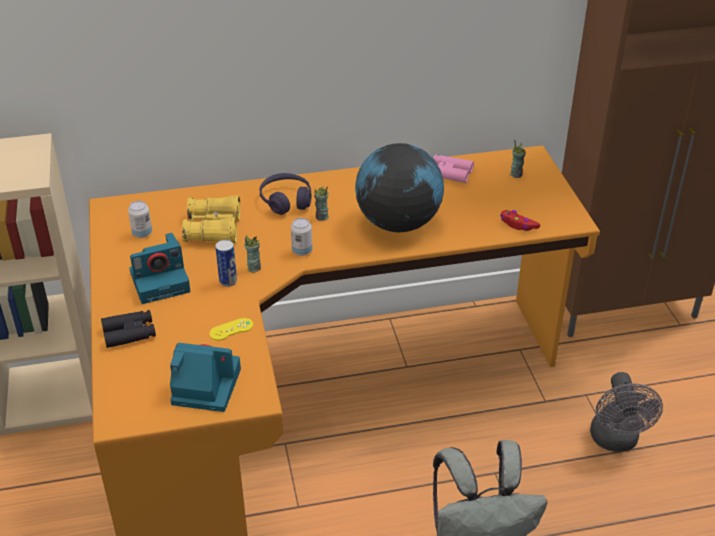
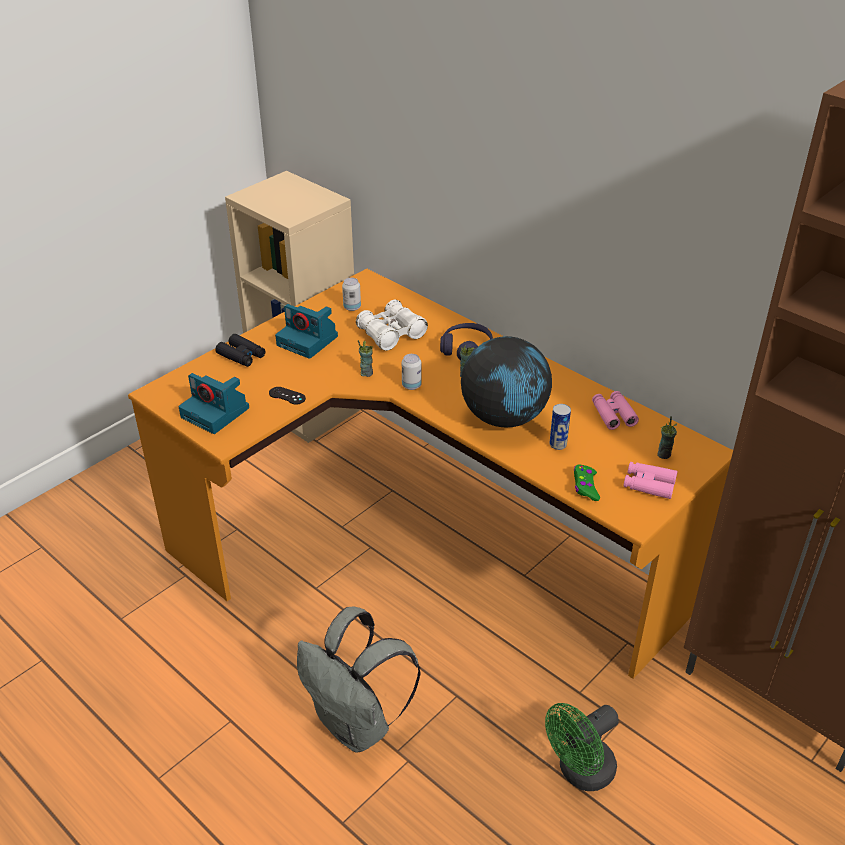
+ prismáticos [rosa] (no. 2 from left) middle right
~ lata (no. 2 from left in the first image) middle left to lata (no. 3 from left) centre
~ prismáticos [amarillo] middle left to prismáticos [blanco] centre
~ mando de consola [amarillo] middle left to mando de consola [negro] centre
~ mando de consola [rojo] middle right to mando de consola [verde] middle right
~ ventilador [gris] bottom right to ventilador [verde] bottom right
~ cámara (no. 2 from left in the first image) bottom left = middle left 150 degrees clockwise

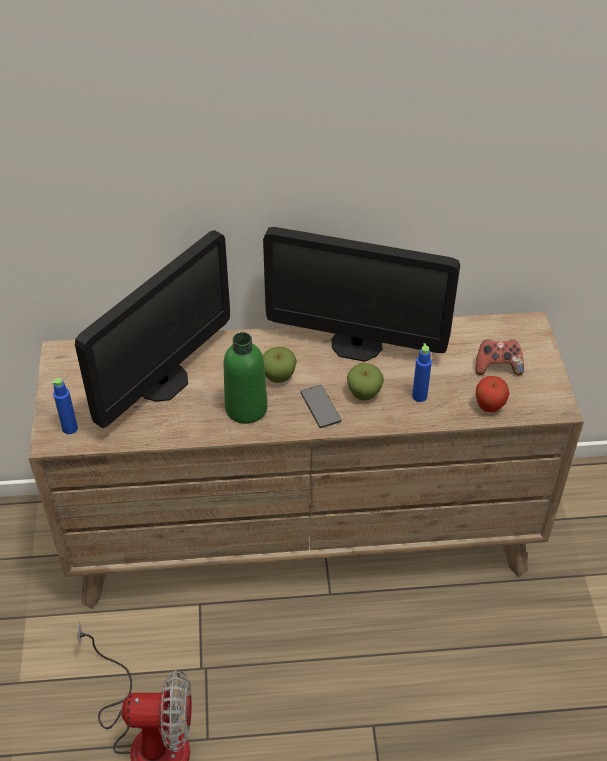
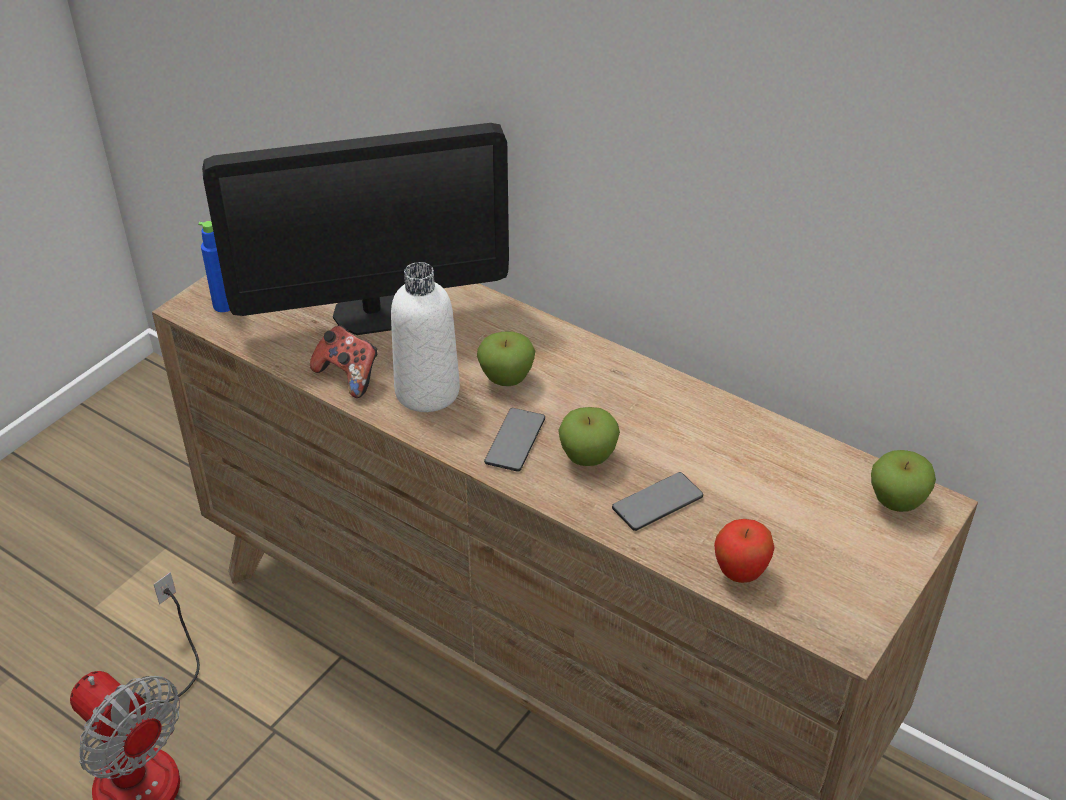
- monitor (no. 2 from left) centre
+ manzana (no. 4 from left) middle right
~ mando de consola middle right to middle left
~ botella [azul] (no. 2 from left) middle right to móvil (no. 2 from left) centre
~ botella [verde] centre to botella [blanco] centre

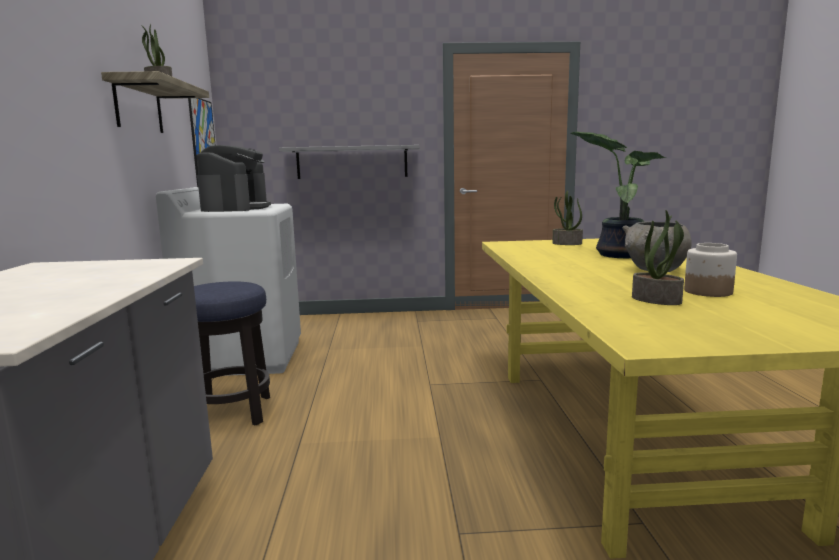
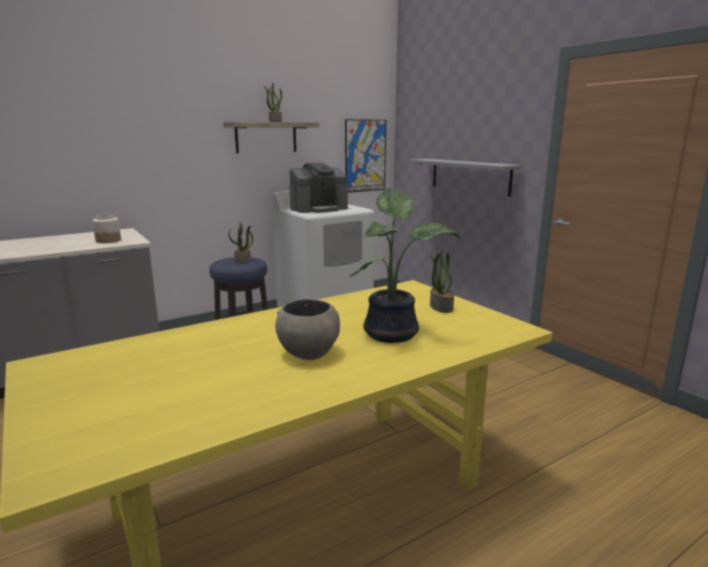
~ planta en maceta (no. 4 from left in the first image) middle right to planta en maceta (no. 1 from left) centre
~ tarro middle right to middle left

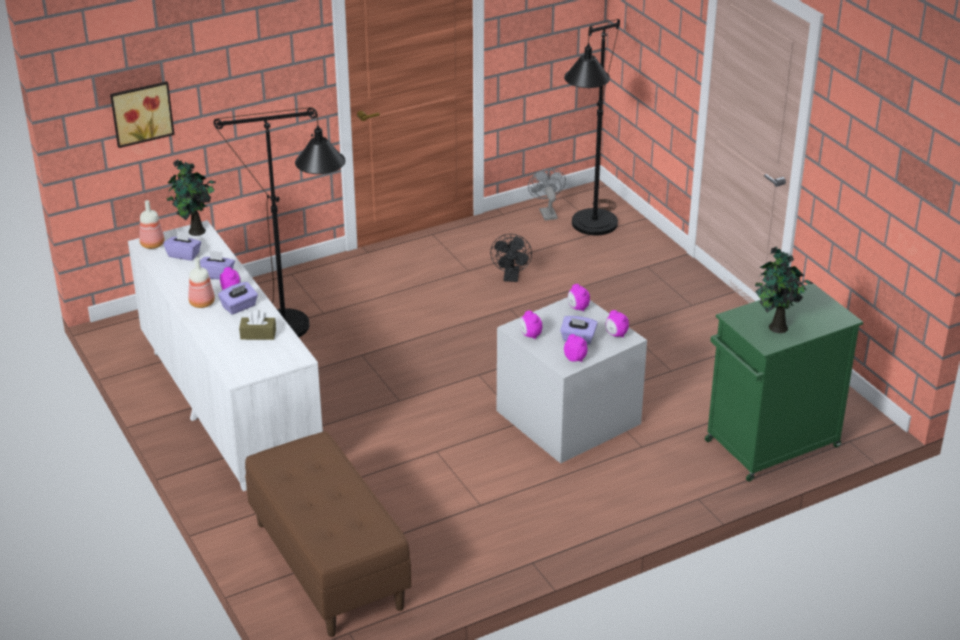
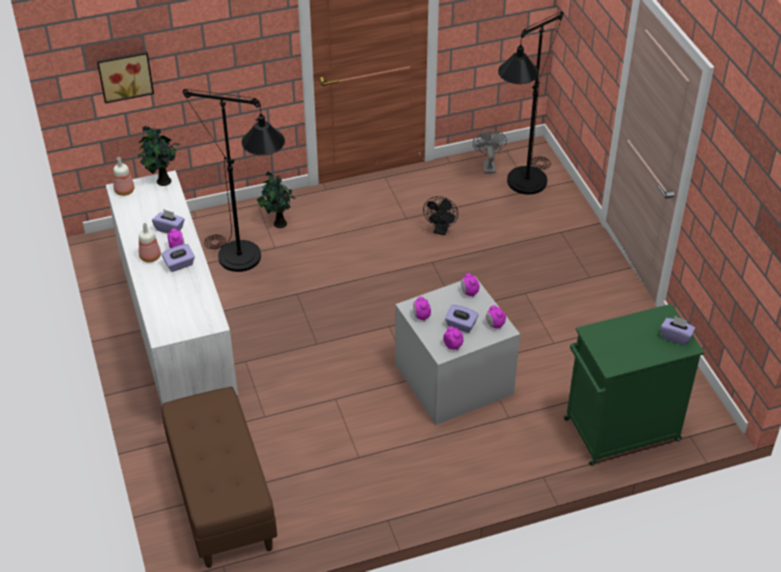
- caja de pañuelos [marrón] middle left
~ caja de pañuelos [morado] (no. 1 from left in the first image) middle left to caja de pañuelos [morado] (no. 4 from left) middle right
~ planta en maceta (no. 2 from left) middle right to centre

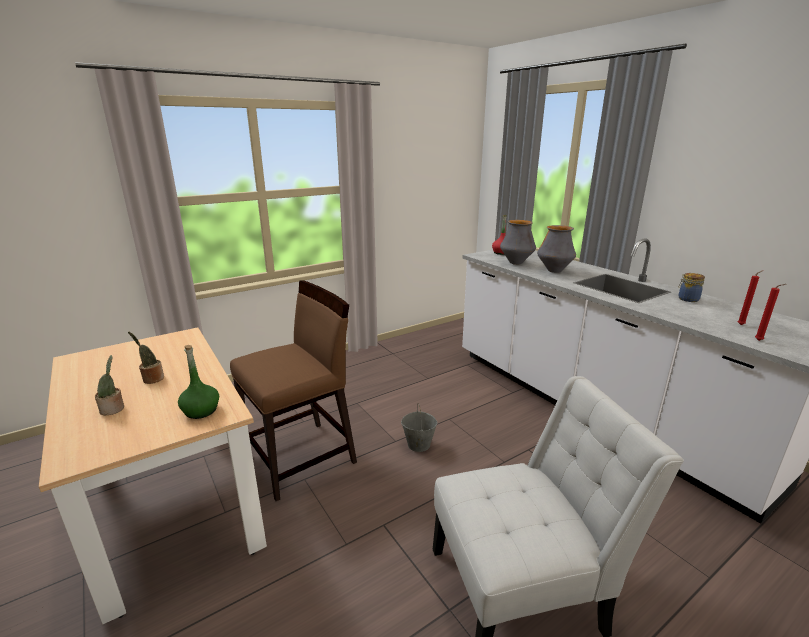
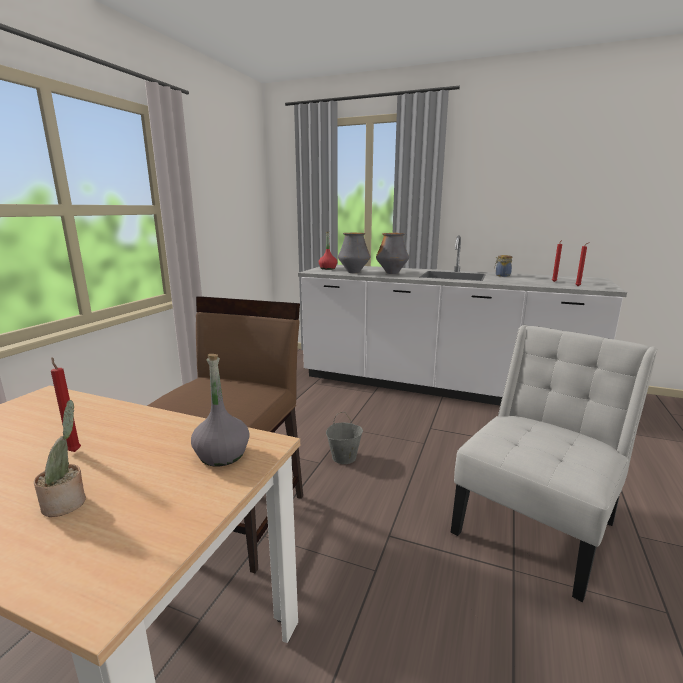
~ planta en maceta (no. 2 from left) middle left to vela [rojo] (no. 1 from left) middle left
~ botella [verde] middle left to botella [gris] middle left

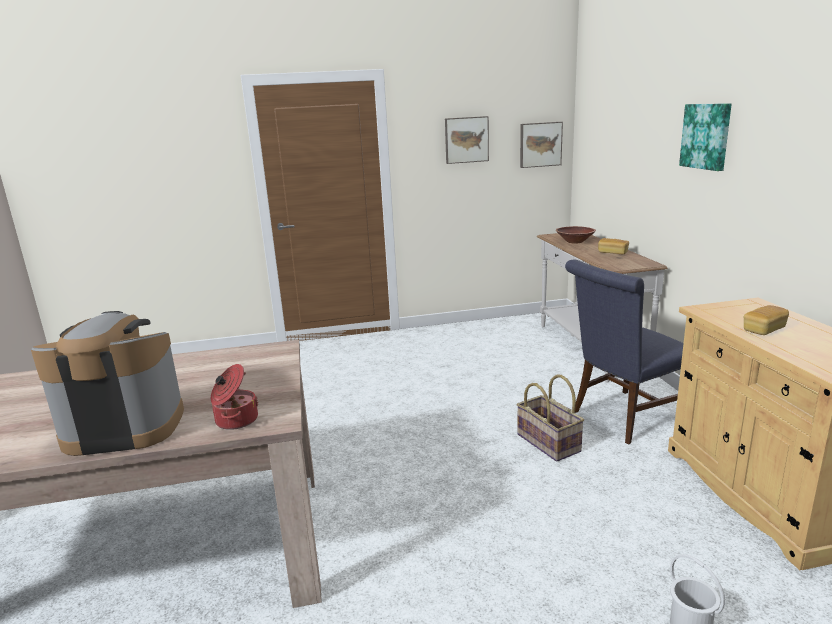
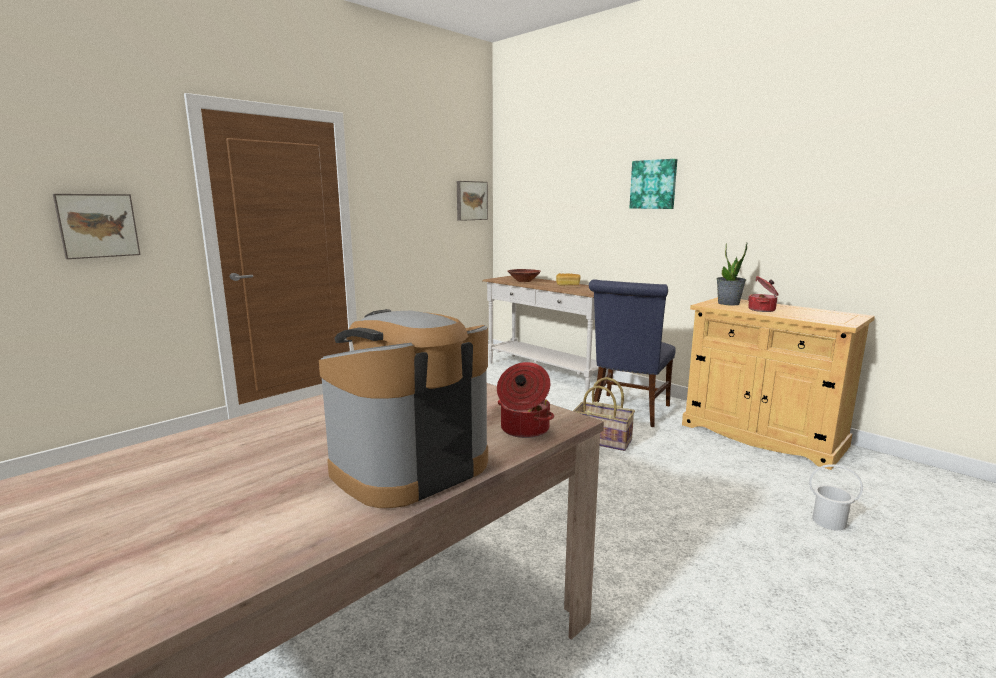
+ planta en maceta middle right
~ cuadro (no. 1 from left) top centre to middle left
~ pan (no. 2 from left) middle right to olla (no. 2 from left) middle right

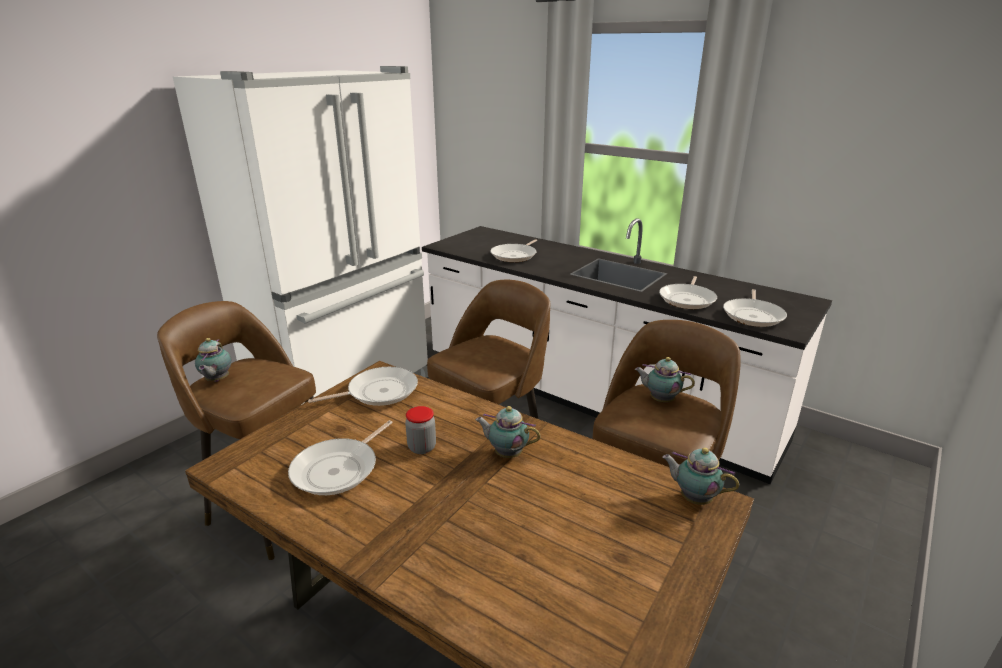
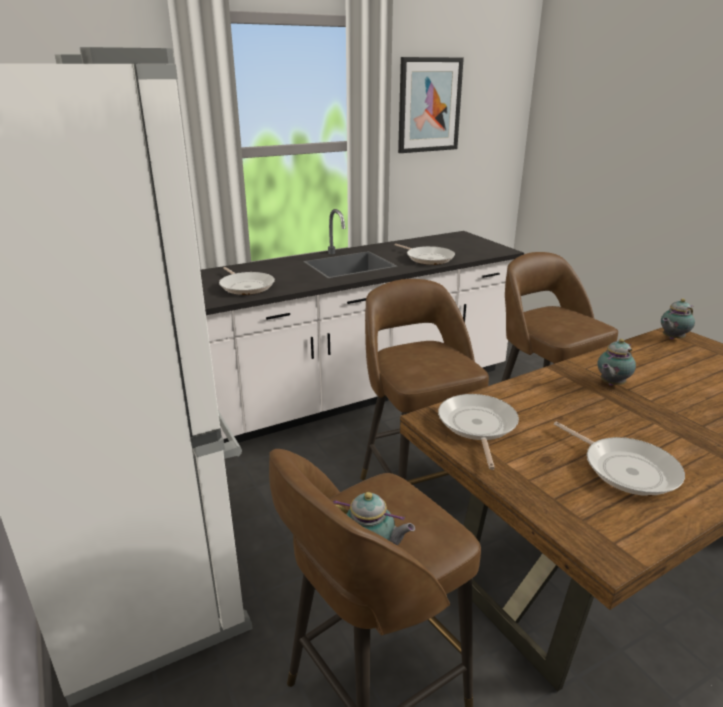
- tarro centre
- tetera (no. 3 from left) centre
- sartén (no. 5 from left) middle right
+ cuadro top centre

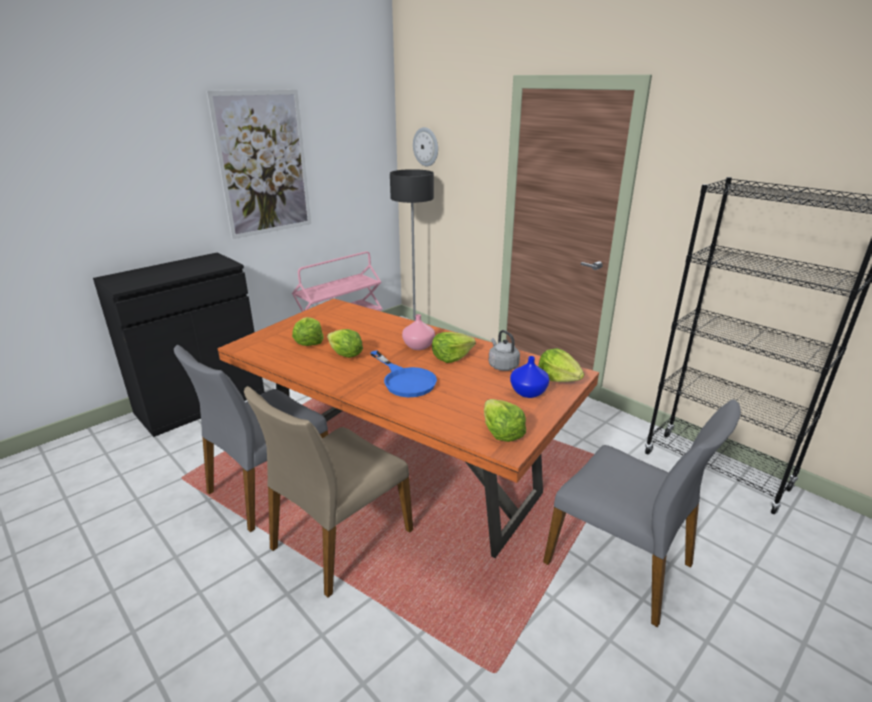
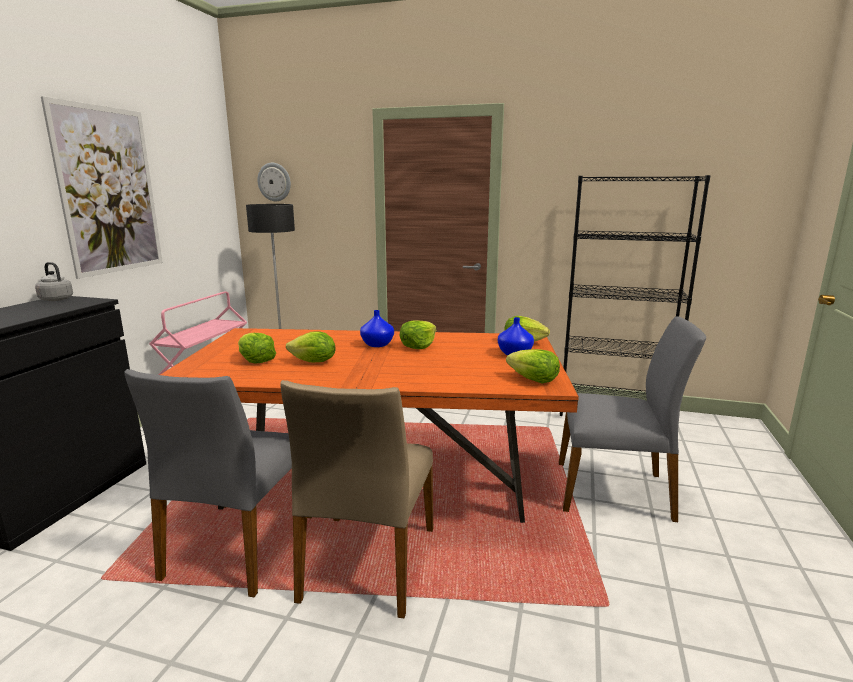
- sartén [azul] centre
~ hervidor [gris] centre to middle left
~ florero [rosa] centre to florero [azul] (no. 1 from left) centre

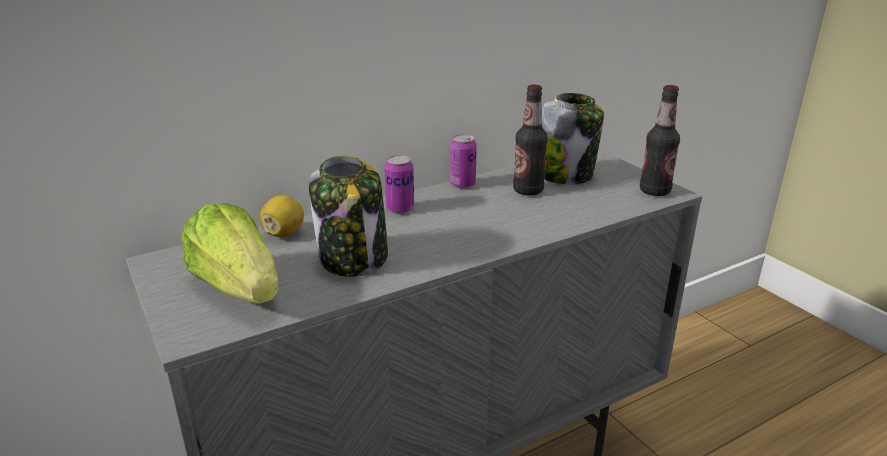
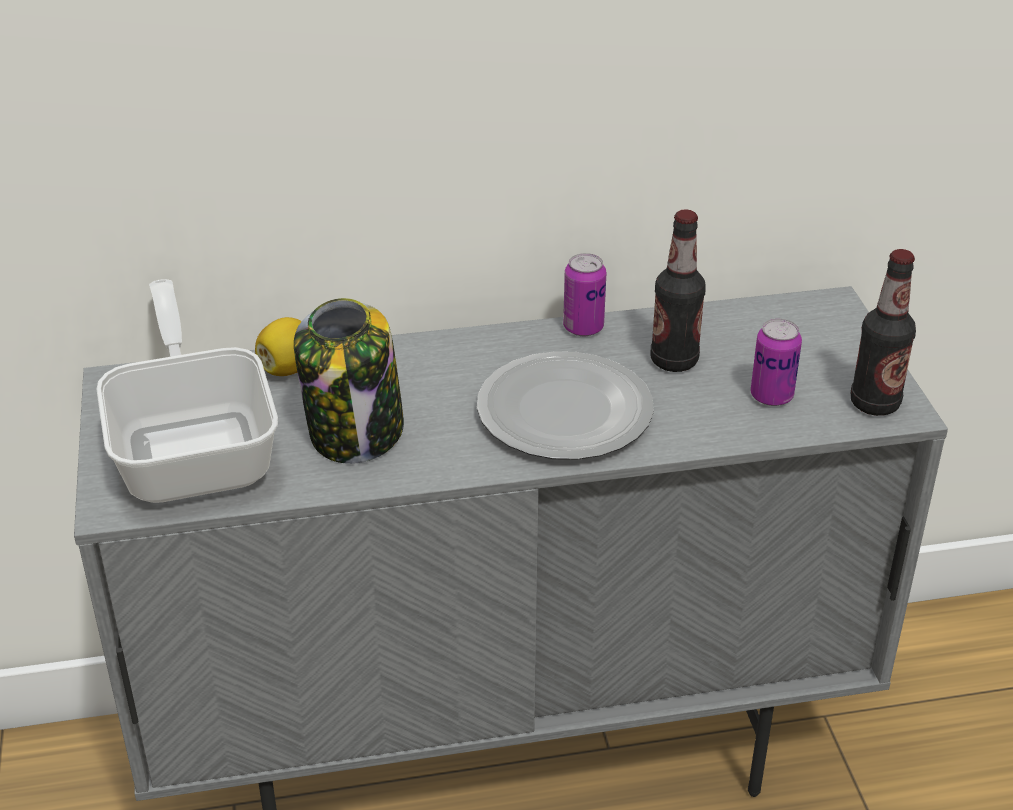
- tarro (no. 2 from left) top centre
+ plato centre
~ lata (no. 1 from left in the first image) centre to lata (no. 2 from left) middle right
~ lechuga middle left to sartén middle left

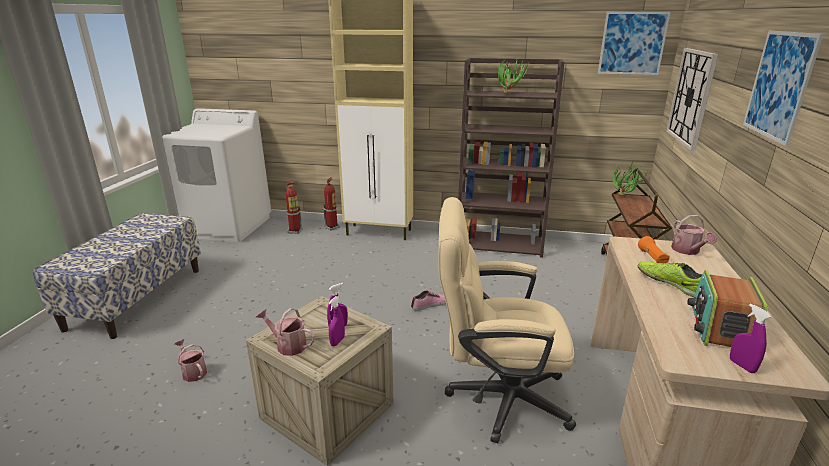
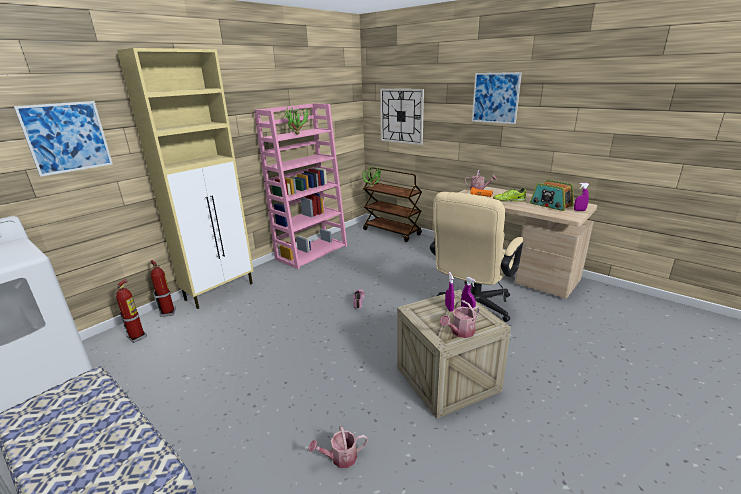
~ cuadro (no. 1 from left) top right to top left
~ estantería [marrón] centre to estantería [rosa] centre

